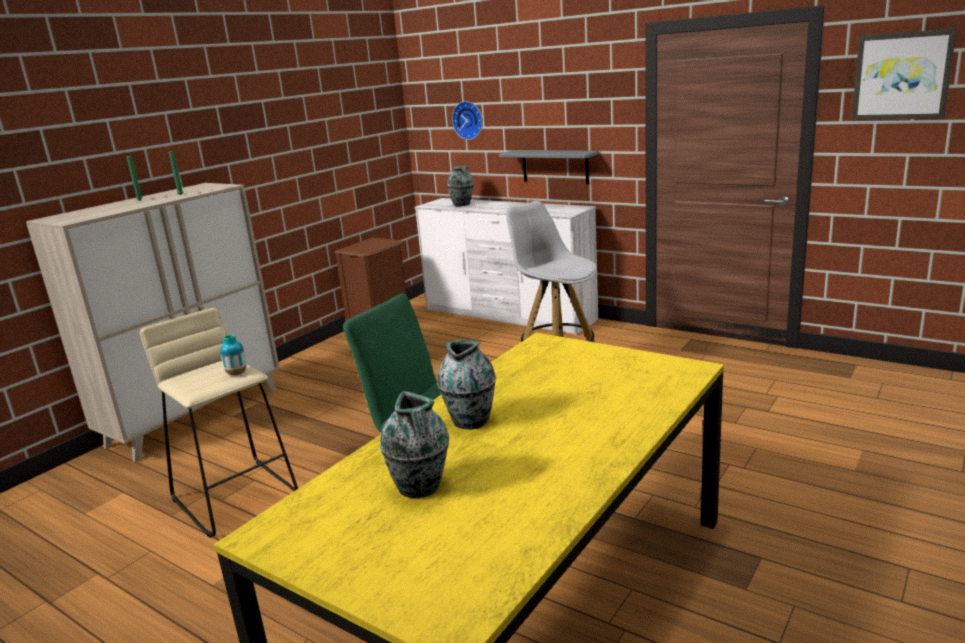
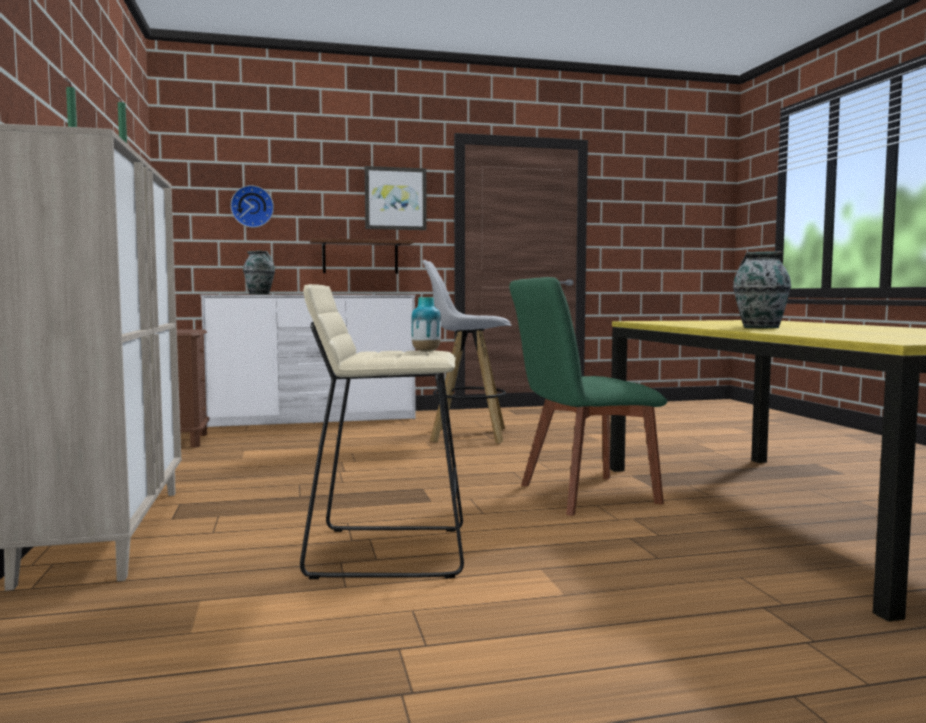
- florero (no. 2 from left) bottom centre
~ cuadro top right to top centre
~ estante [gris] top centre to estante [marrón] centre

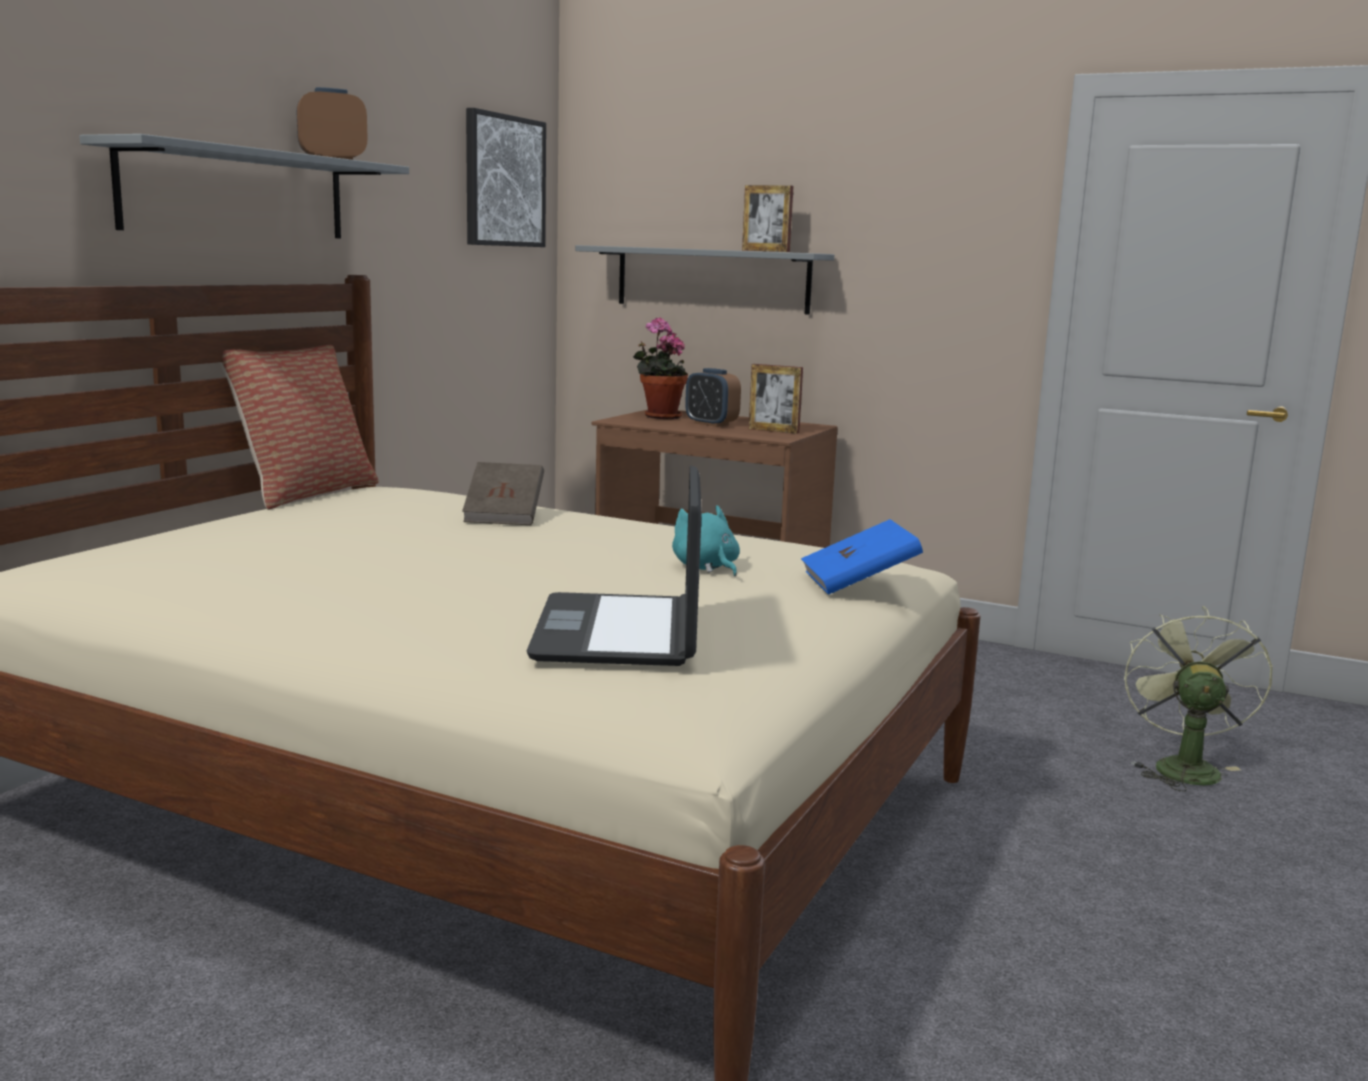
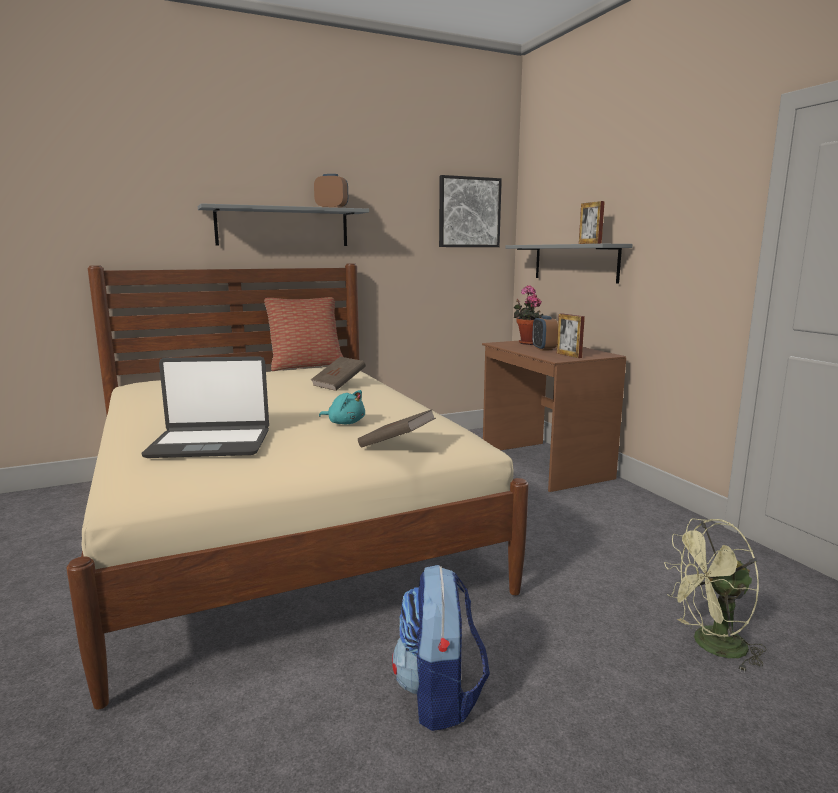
+ mochila bottom centre
~ libro [azul] centre to libro [marrón] (no. 2 from left) centre
~ portátil centre = middle left 135 degrees counterclockwise
~ peluche [turquesa] centre = centre 105 degrees clockwise
~ ventilador [verde] middle right = bottom right 150 degrees counterclockwise

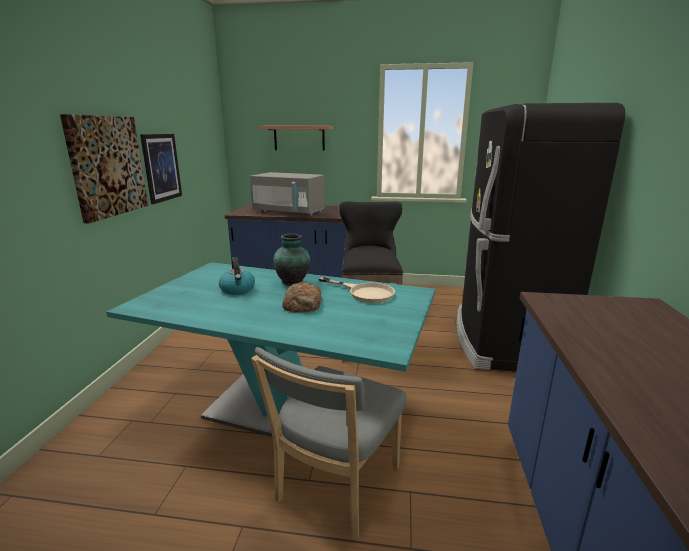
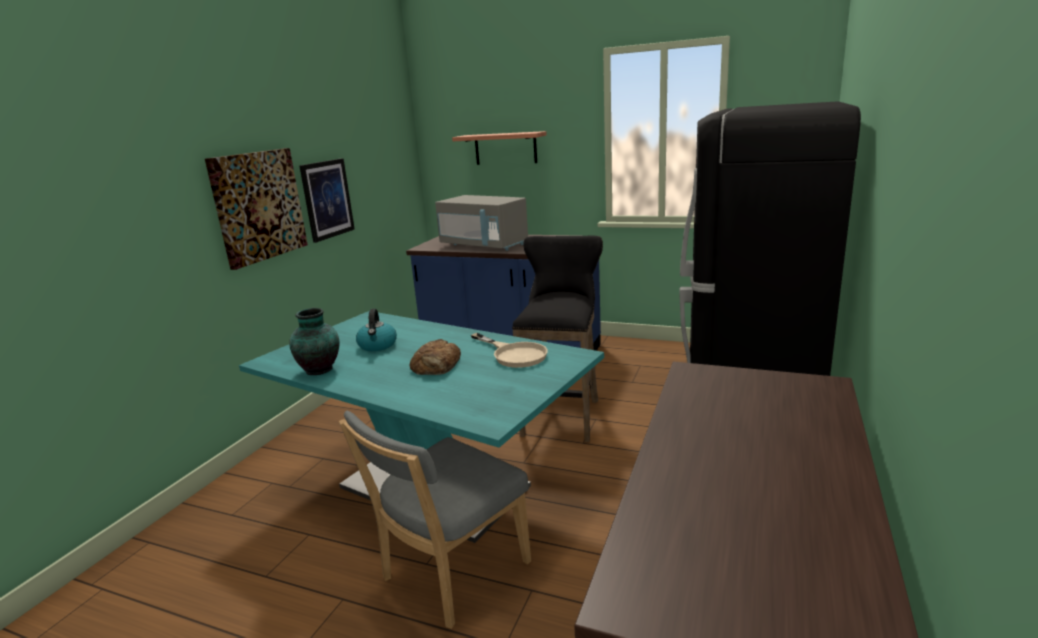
~ florero centre to middle left

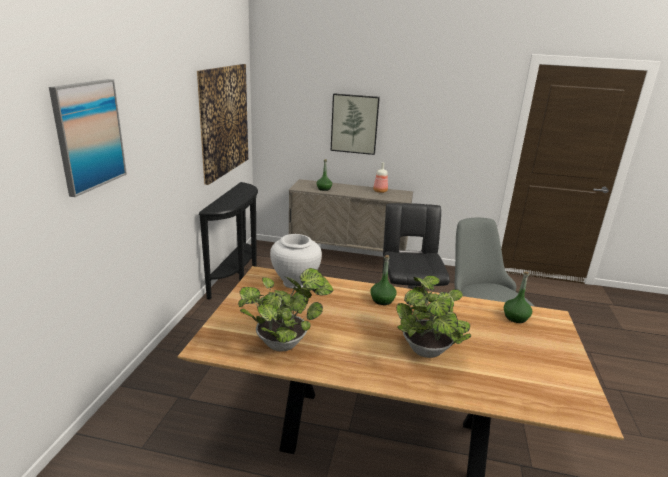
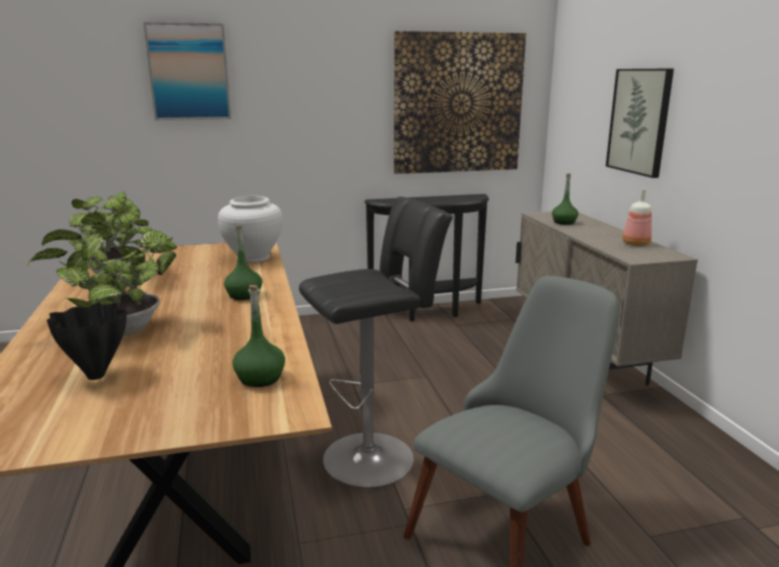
+ florero [negro] middle left

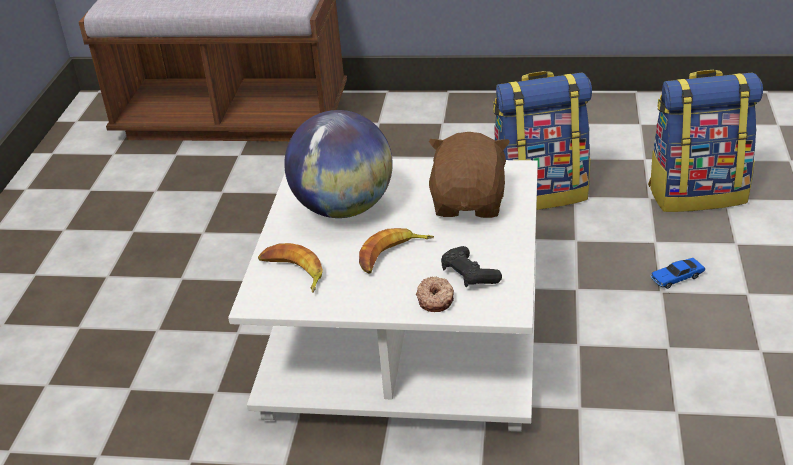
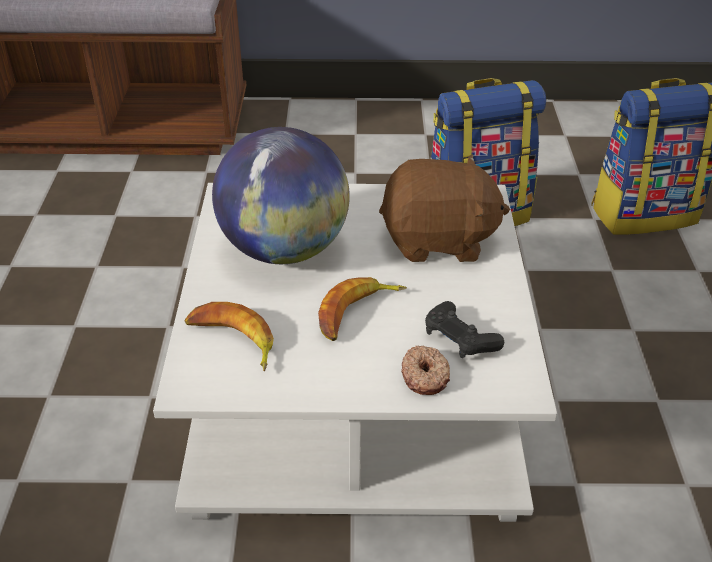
- coche de juguete middle right
~ peluche [marrón] centre = centre 90 degrees clockwise

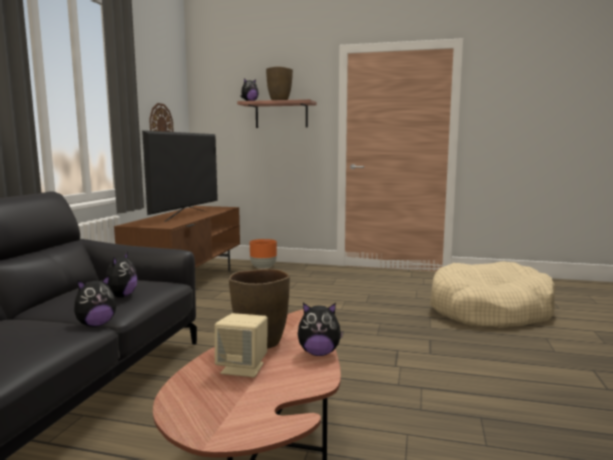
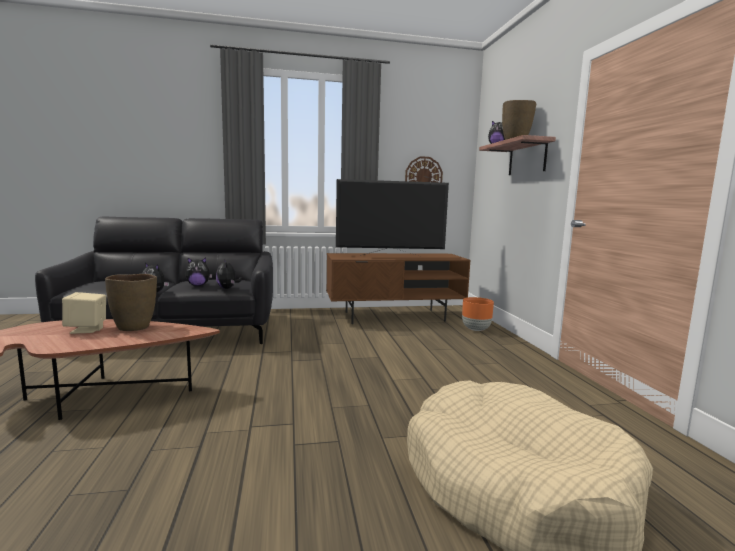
~ peluche (no. 4 from left in the first image) bottom centre to peluche (no. 3 from left) middle left

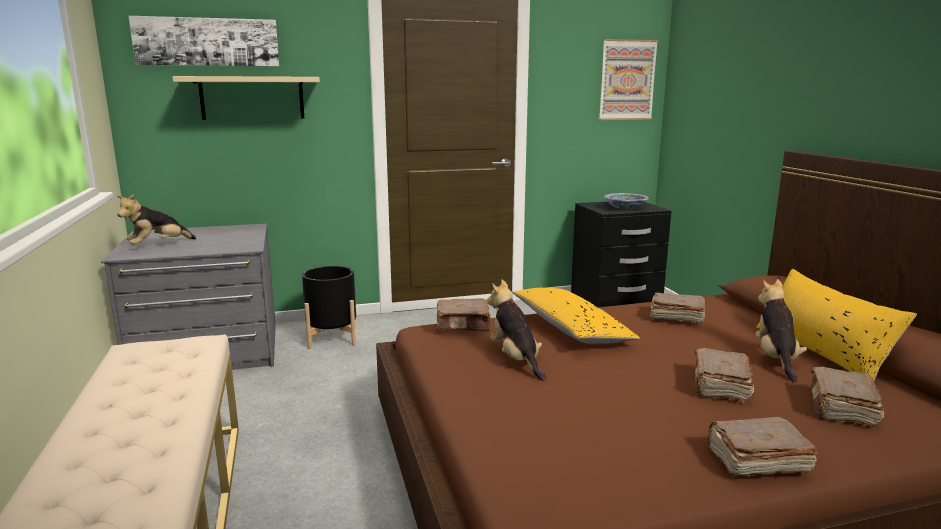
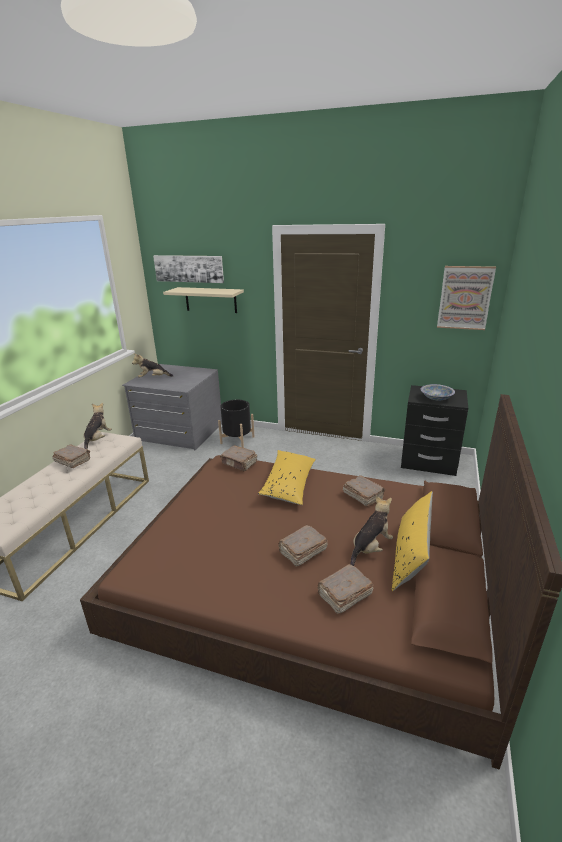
~ peluche (no. 2 from left in the first image) centre to peluche (no. 1 from left) middle left
~ libro [marrón] (no. 4 from left in the first image) bottom right to libro [marrón] (no. 1 from left) middle left

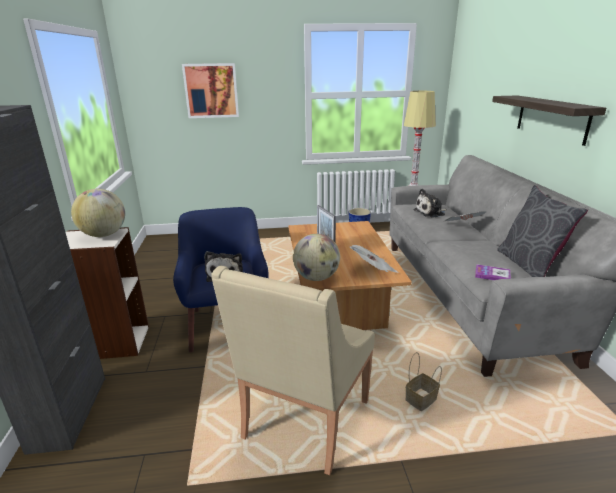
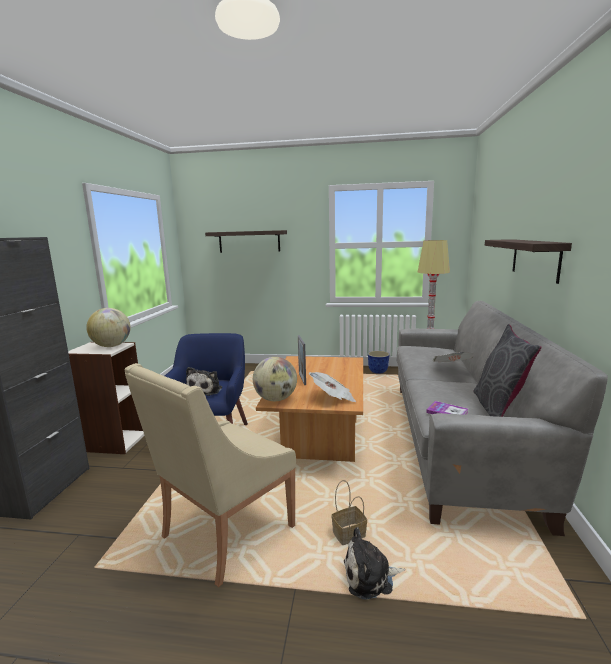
~ peluche (no. 2 from left) middle right to bottom centre
~ cuadro top centre to estante (no. 1 from left) centre

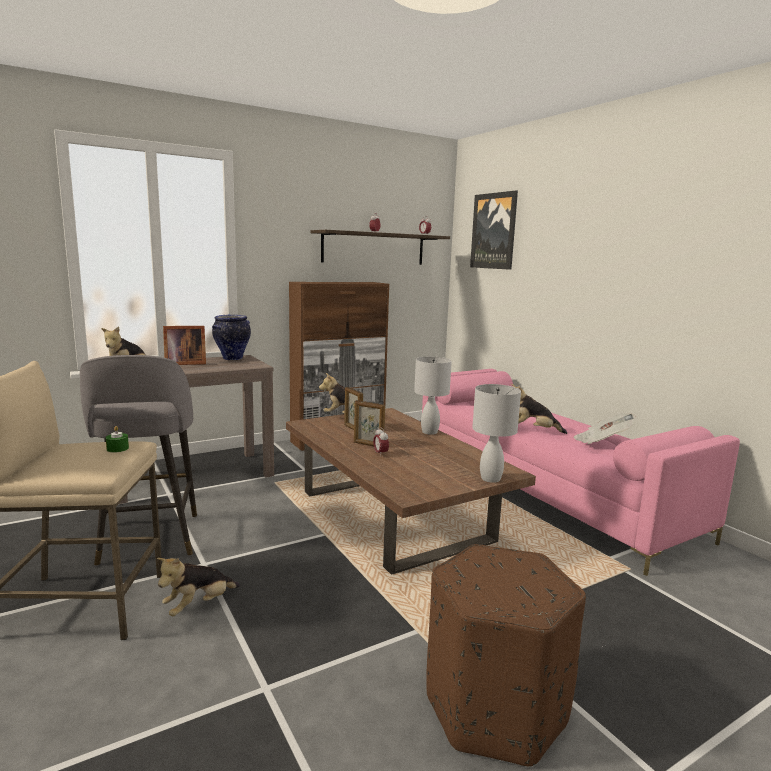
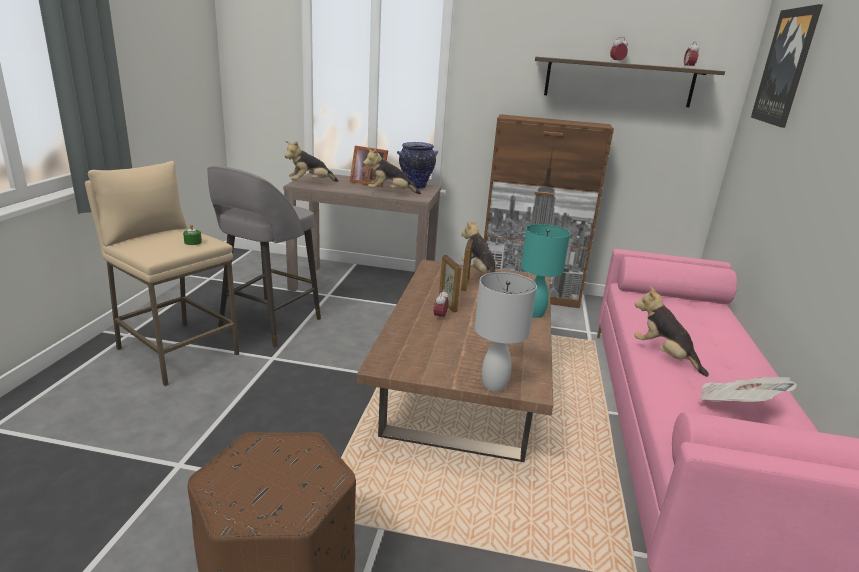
~ peluche (no. 2 from left) bottom left to top centre
~ lámpara de mesa [blanco] (no. 1 from left) centre to lámpara de mesa [turquesa] centre

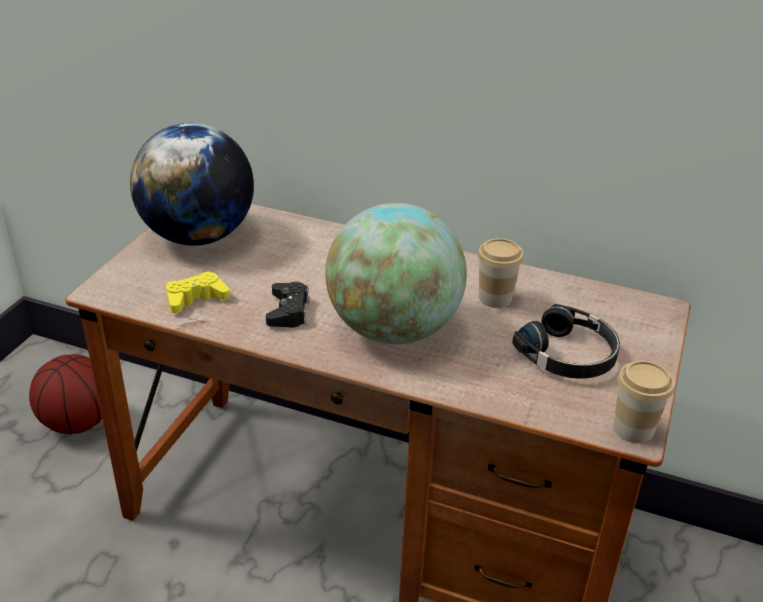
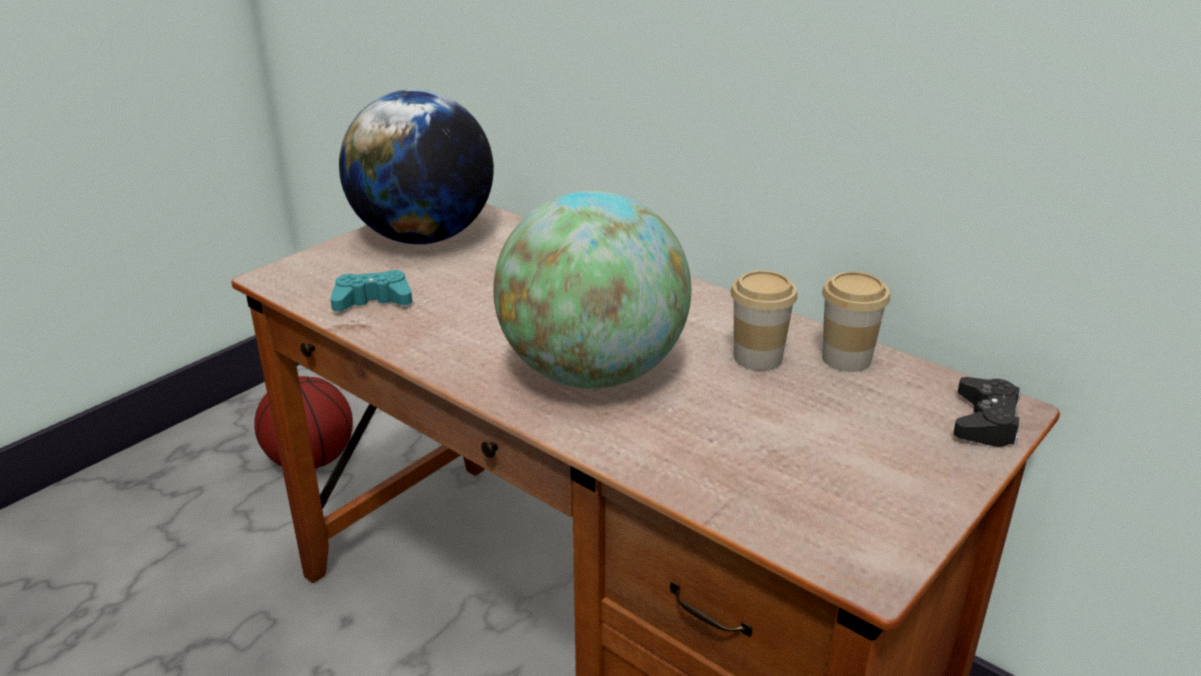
- auriculares [negro] middle right
~ mando de consola [negro] centre to middle right
~ taza (no. 2 from left) bottom right to middle right
~ mando de consola [amarillo] middle left to mando de consola [turquesa] middle left

